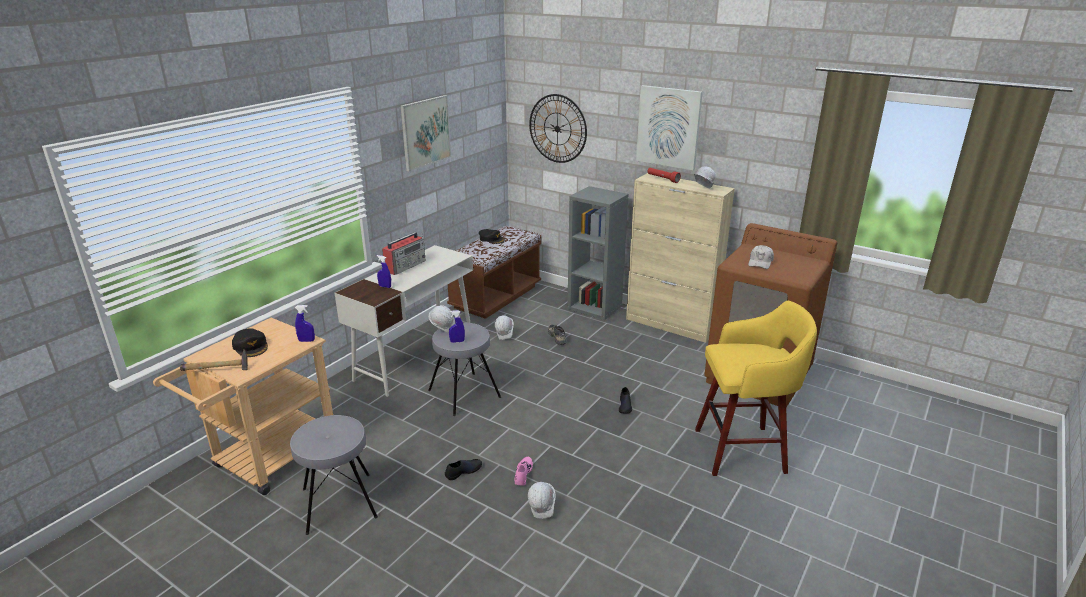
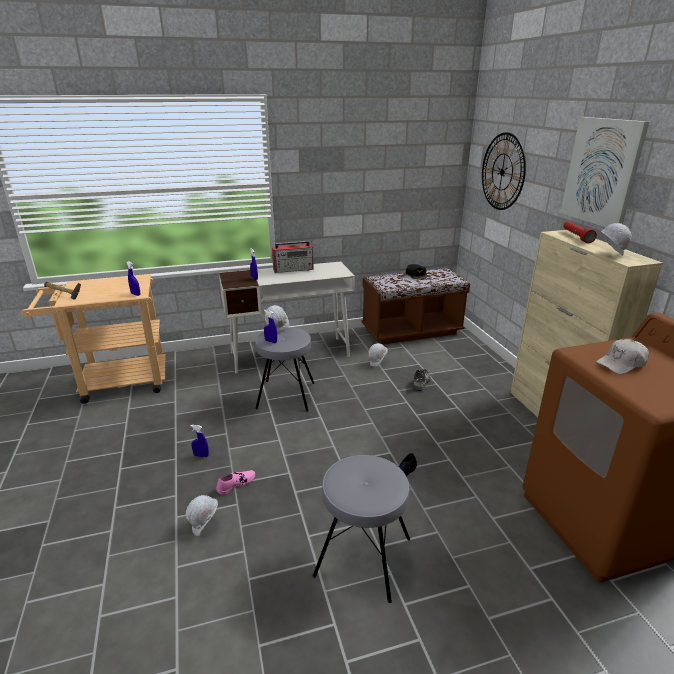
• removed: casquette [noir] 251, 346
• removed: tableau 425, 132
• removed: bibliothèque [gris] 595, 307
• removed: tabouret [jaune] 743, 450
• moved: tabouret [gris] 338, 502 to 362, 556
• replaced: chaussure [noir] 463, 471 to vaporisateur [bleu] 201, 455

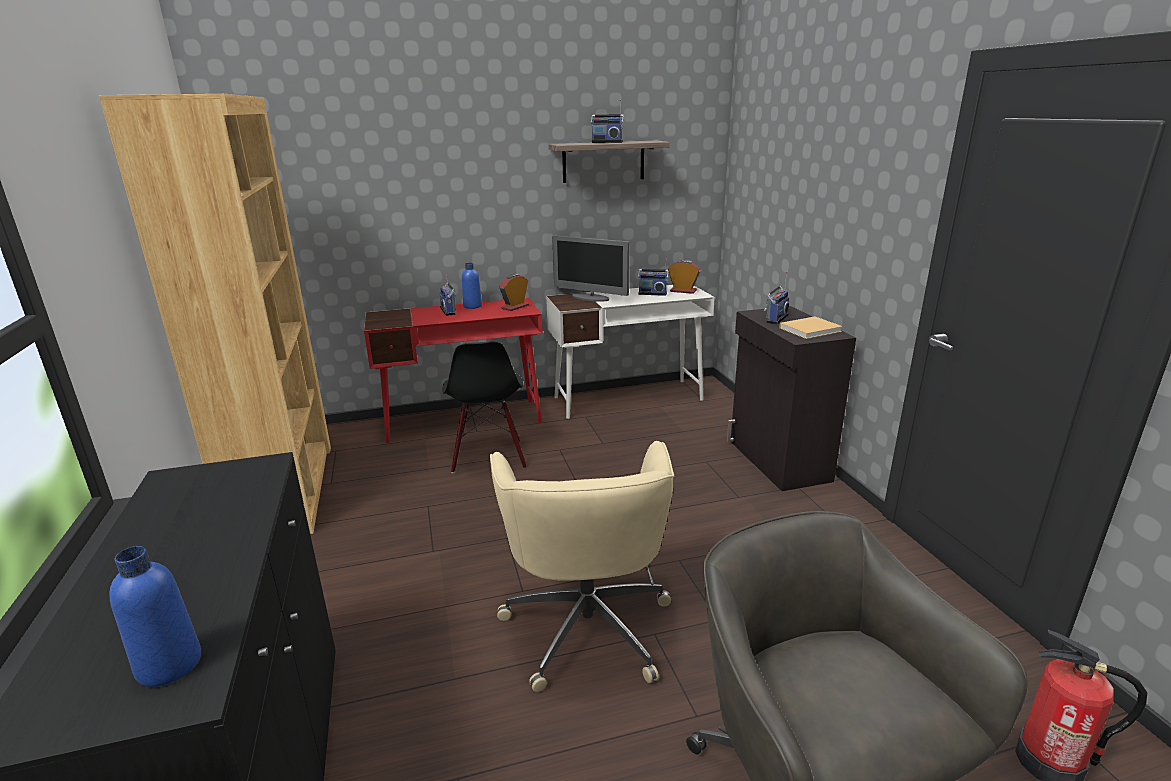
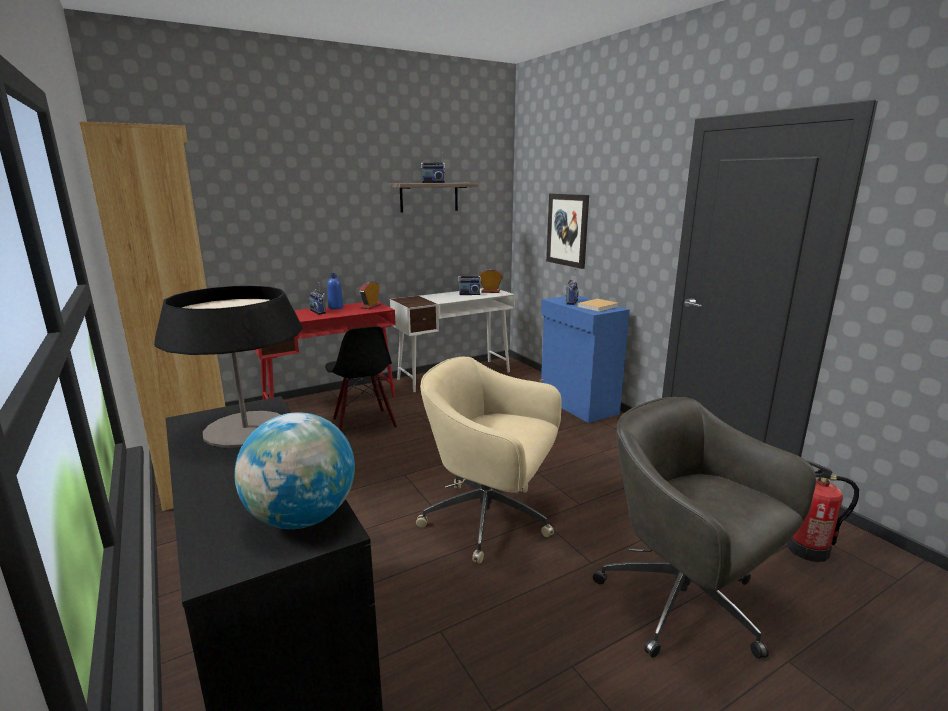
• removed: écran d'ordinateur 590, 298
• added: lampe de table 246, 429
• added: tableau 567, 230
• replaced: bouteille [bleu] 169, 665 to globe 302, 518
• recoloured: meuble de rangement [noir] 777, 461 to meuble de rangement [bleu] 577, 405
• turned: chaise de bureau [beige] 587, 623 = 490, 519 135 degrees clockwise

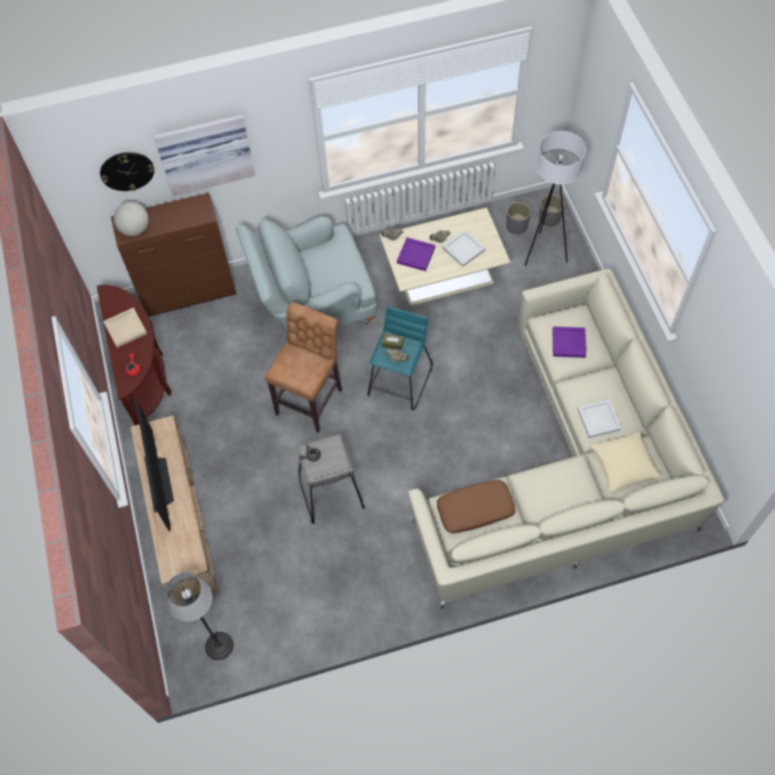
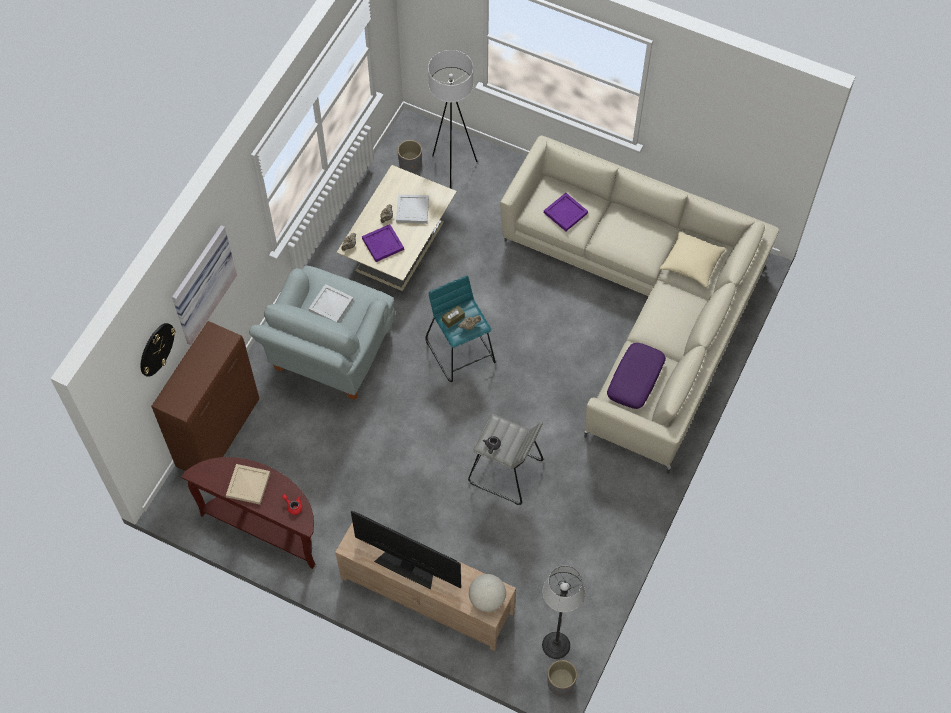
• removed: tabouret [marron] 311, 399
• moved: globe 135, 229 to 487, 599
• moved: cache-pot [gris] 549, 218 to 560, 683
• moved: plateau [blanc] 598, 419 to 330, 305
• recoloured: coussin [marron] 475, 510 to coussin [violet] 636, 380

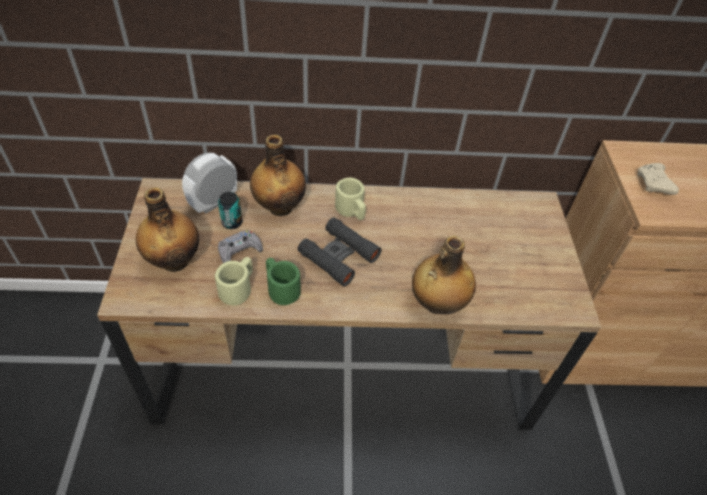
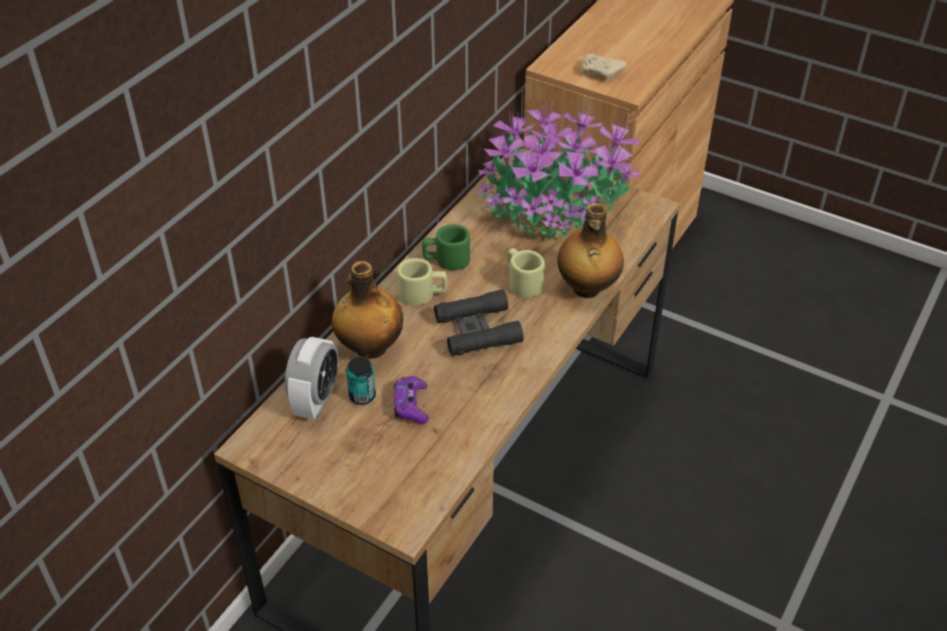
• removed: bouteille 174, 260
• added: plante en pot 554, 209
• moved: mug [beige] 238, 288 to 522, 282
• moved: mug [vert] 281, 288 to 446, 260
• recoloured: manette [gris] 239, 251 to manette [violet] 411, 405
• turned: réveil 214, 202 = 316, 400 150 degrees counterclockwise

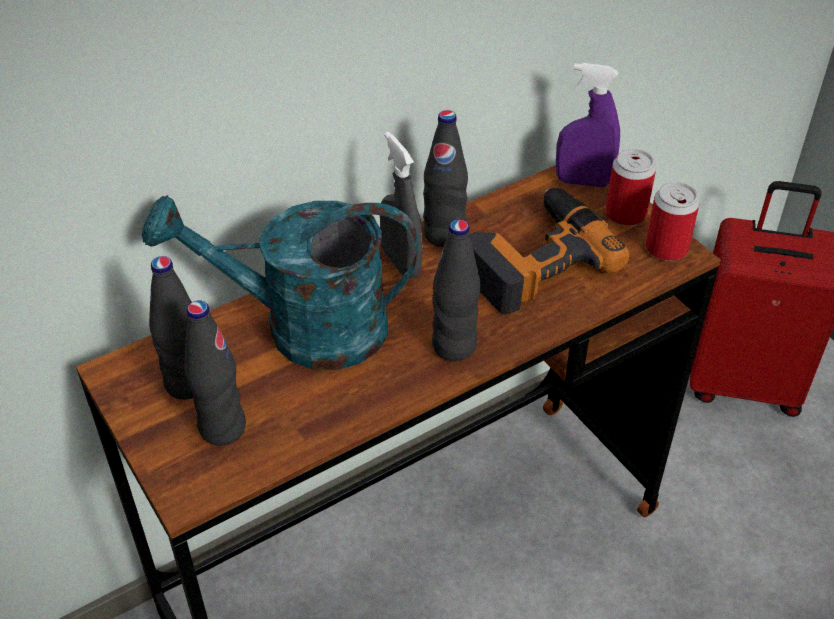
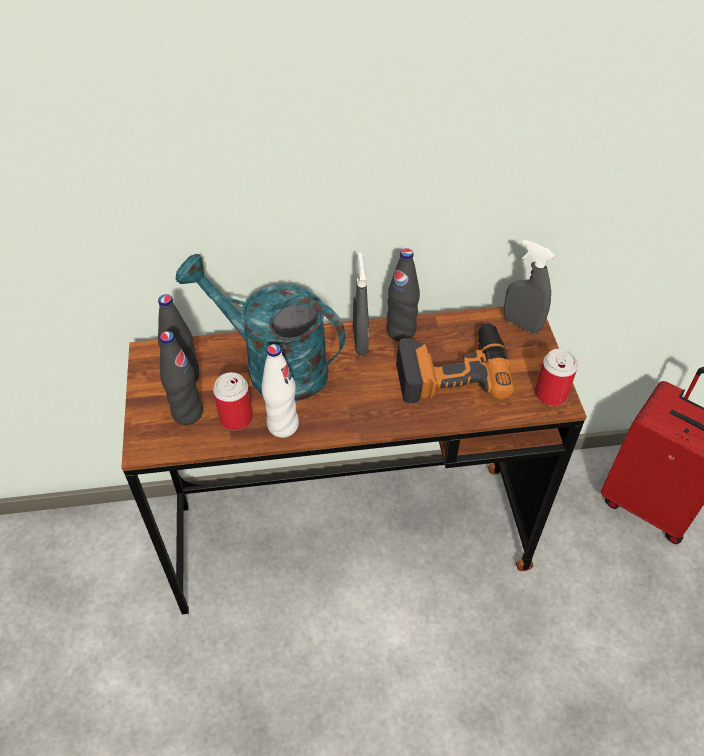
• removed: bouteille [noir] 454, 346
• added: bouteille [blanc] 283, 425
• moved: boîte métallique 625, 214 to 236, 418
• recoloured: vaporisateur [violet] 583, 182 to vaporisateur [gris] 521, 324

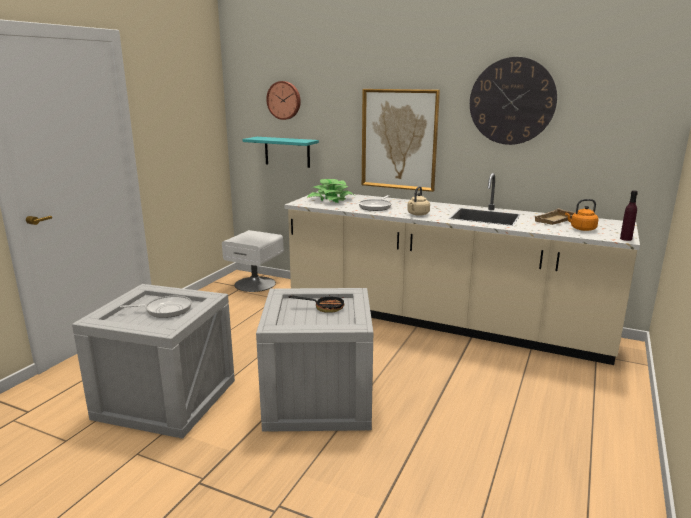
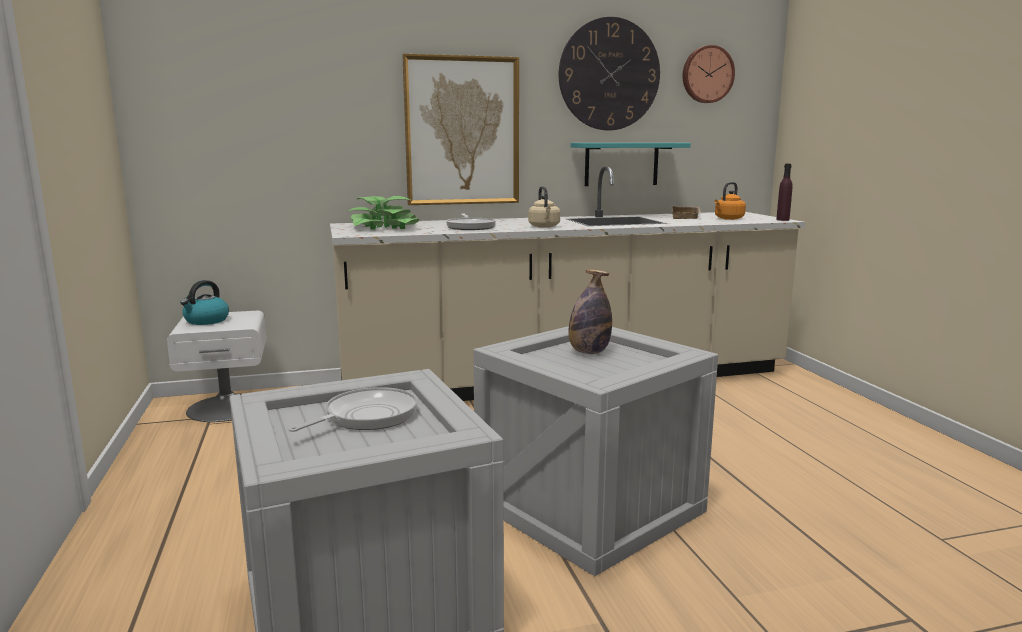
• added: bouilloire 206, 321
• moved: étagère [turquoise] 287, 152 to 621, 164
• moved: horloge murale 284, 100 to 707, 74
• replaced: poêle 324, 307 to bouteille 588, 352

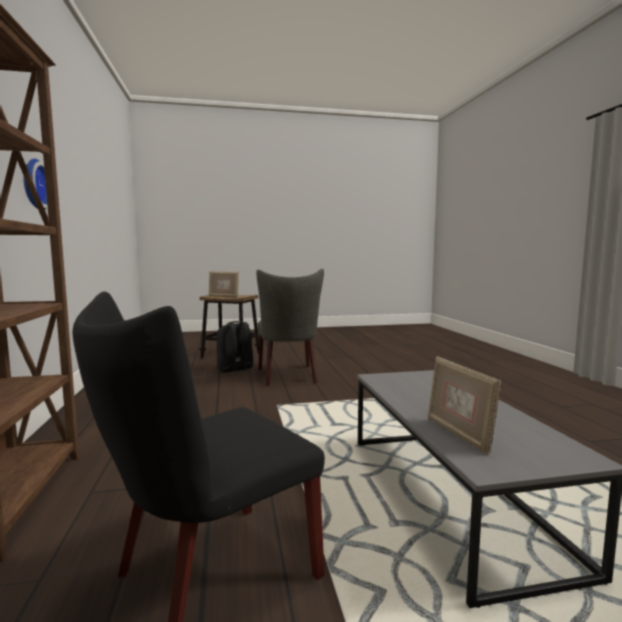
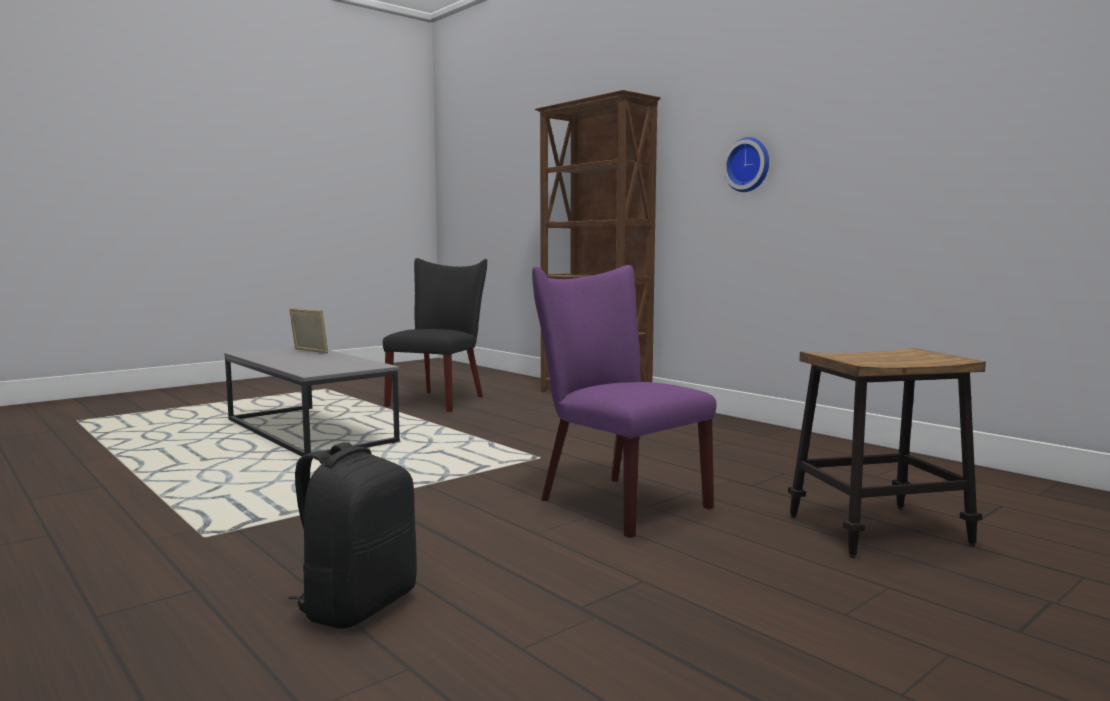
• removed: cadre photo 223, 297
• moved: sac à dos [noir] 235, 370 to 357, 605
• recoloured: chaise [gris] 288, 376 to chaise [violet] 615, 501

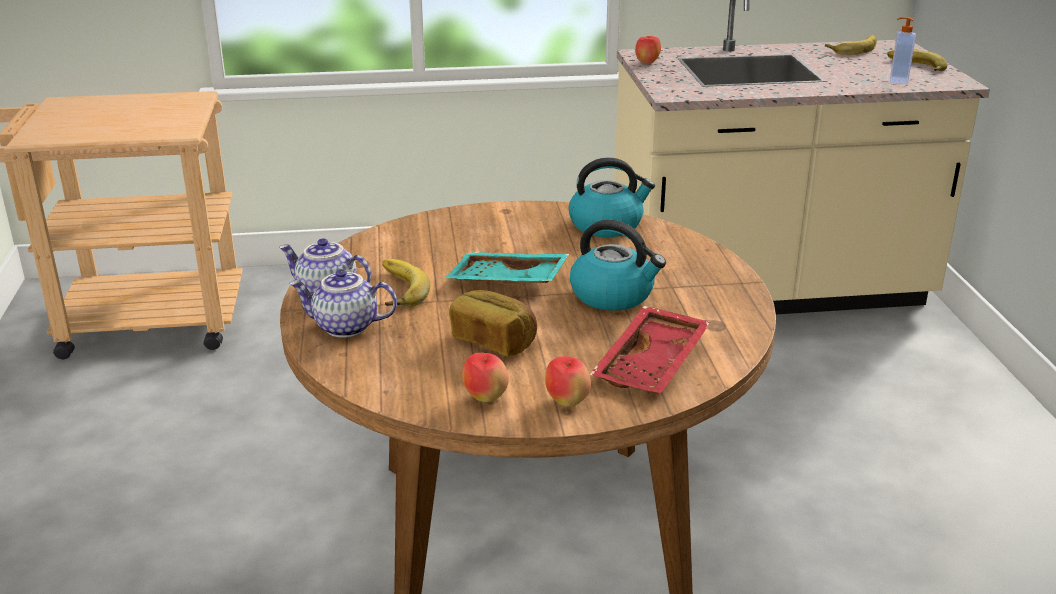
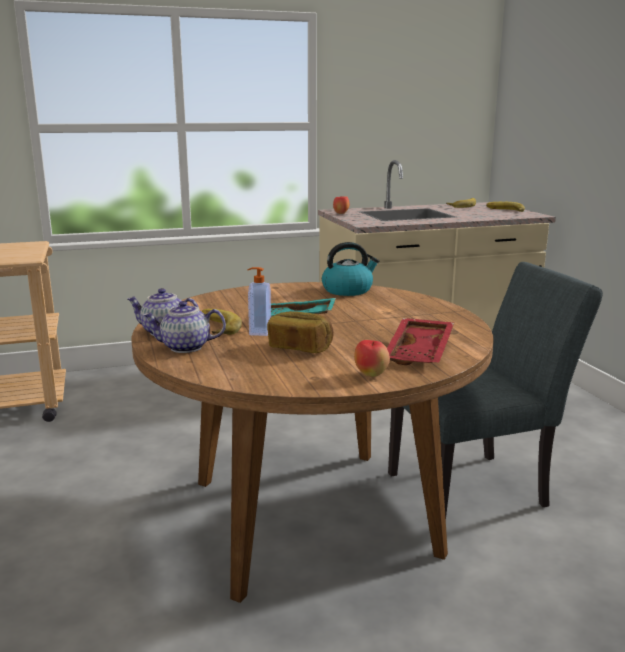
• removed: pomme 485, 398
• removed: bouilloire 613, 295
• added: chaise [gris] 477, 488
• moved: distributeur de savon 897, 80 to 259, 332

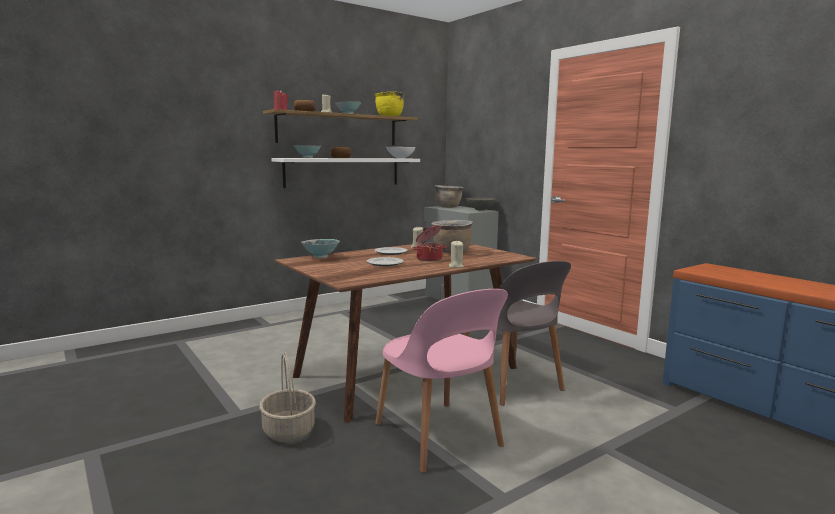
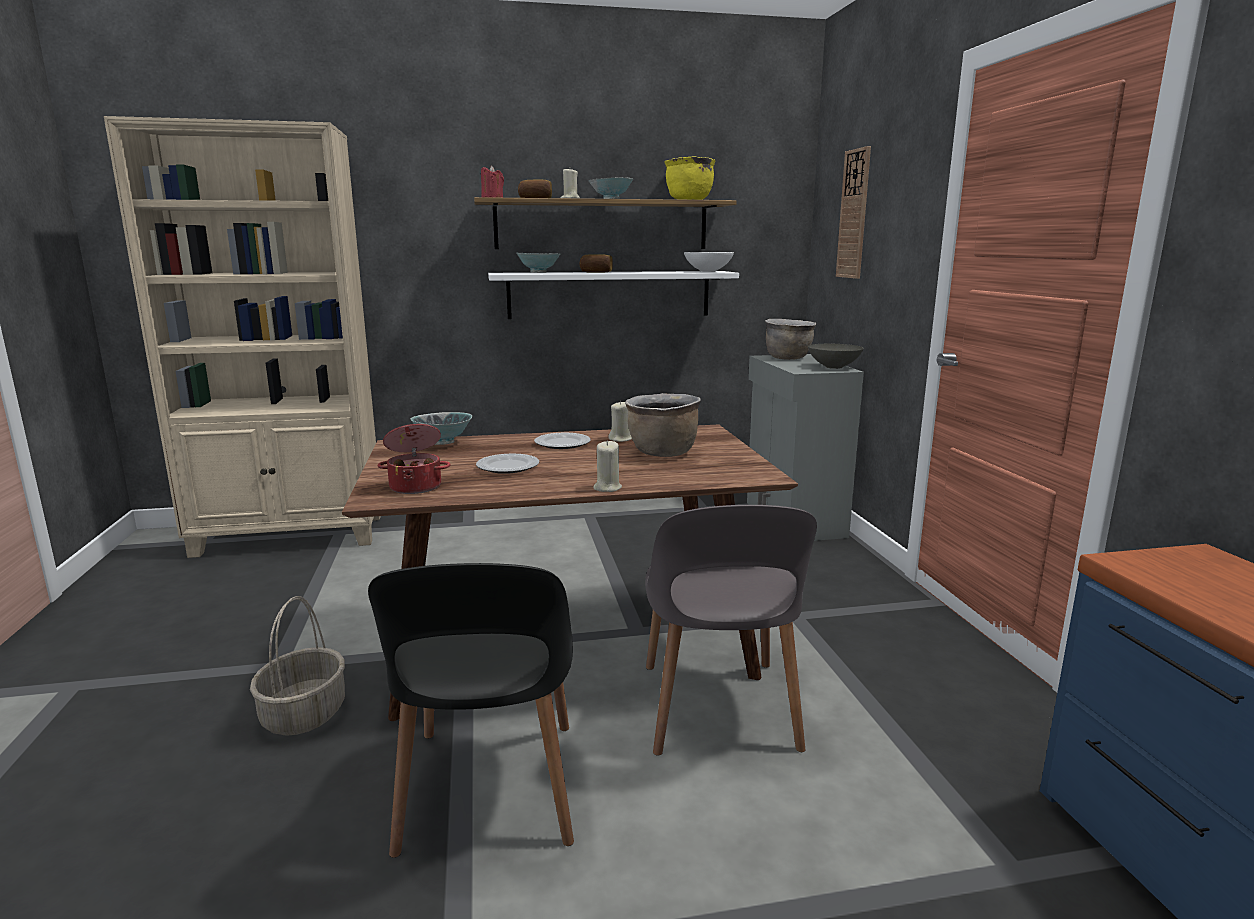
• added: bibliothèque [beige] 292, 536
• added: horloge murale 854, 214
• moved: marmite 429, 259 to 416, 486
• recoloured: chaise [rose] 438, 436 to chaise [noir] 489, 790

